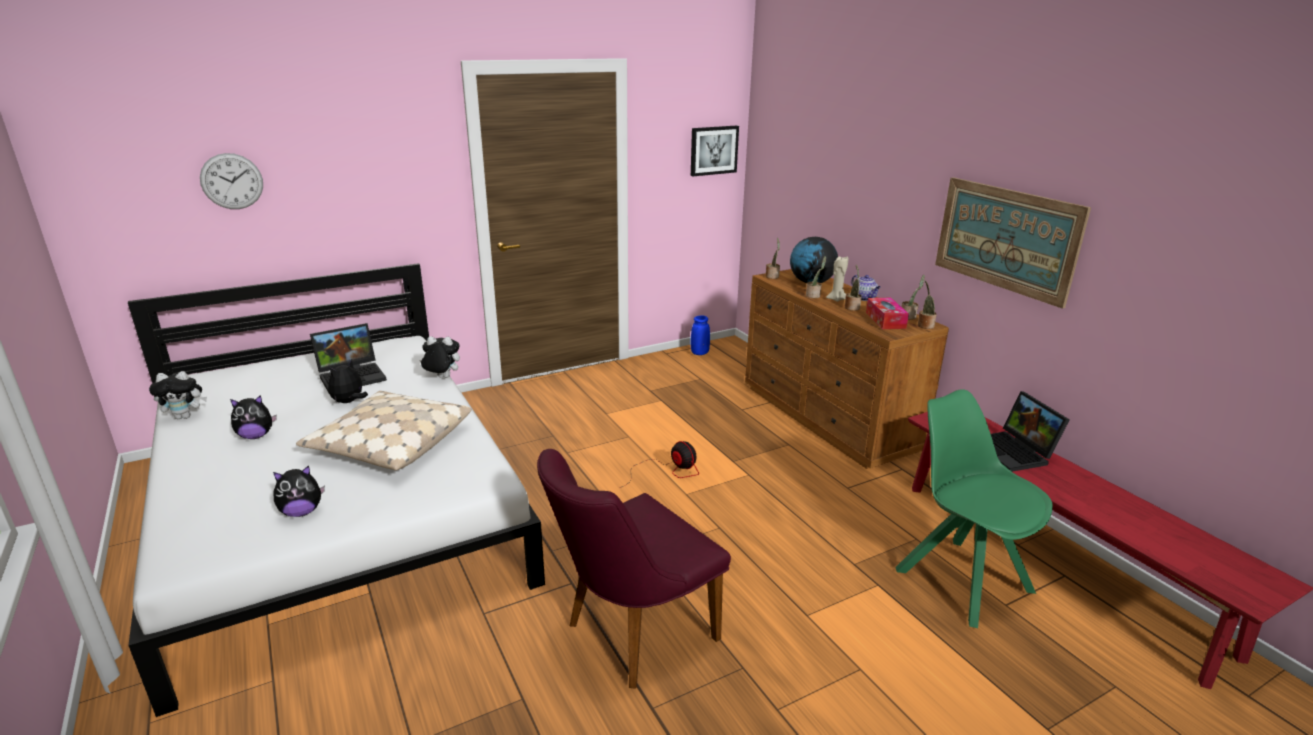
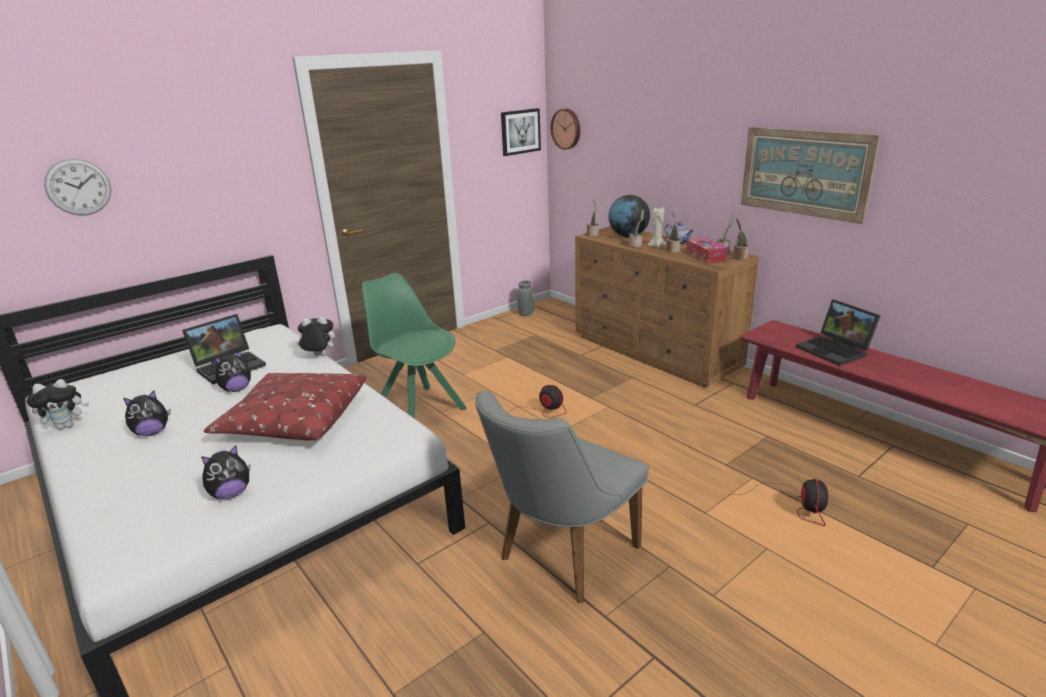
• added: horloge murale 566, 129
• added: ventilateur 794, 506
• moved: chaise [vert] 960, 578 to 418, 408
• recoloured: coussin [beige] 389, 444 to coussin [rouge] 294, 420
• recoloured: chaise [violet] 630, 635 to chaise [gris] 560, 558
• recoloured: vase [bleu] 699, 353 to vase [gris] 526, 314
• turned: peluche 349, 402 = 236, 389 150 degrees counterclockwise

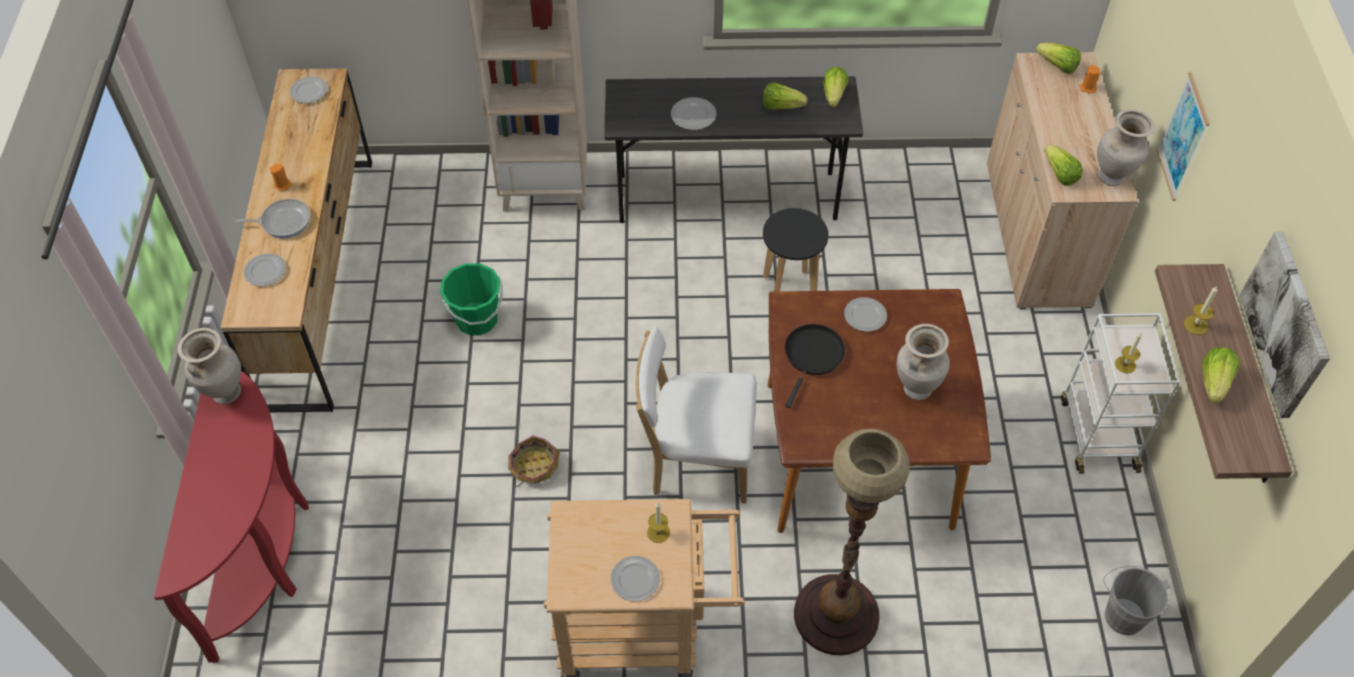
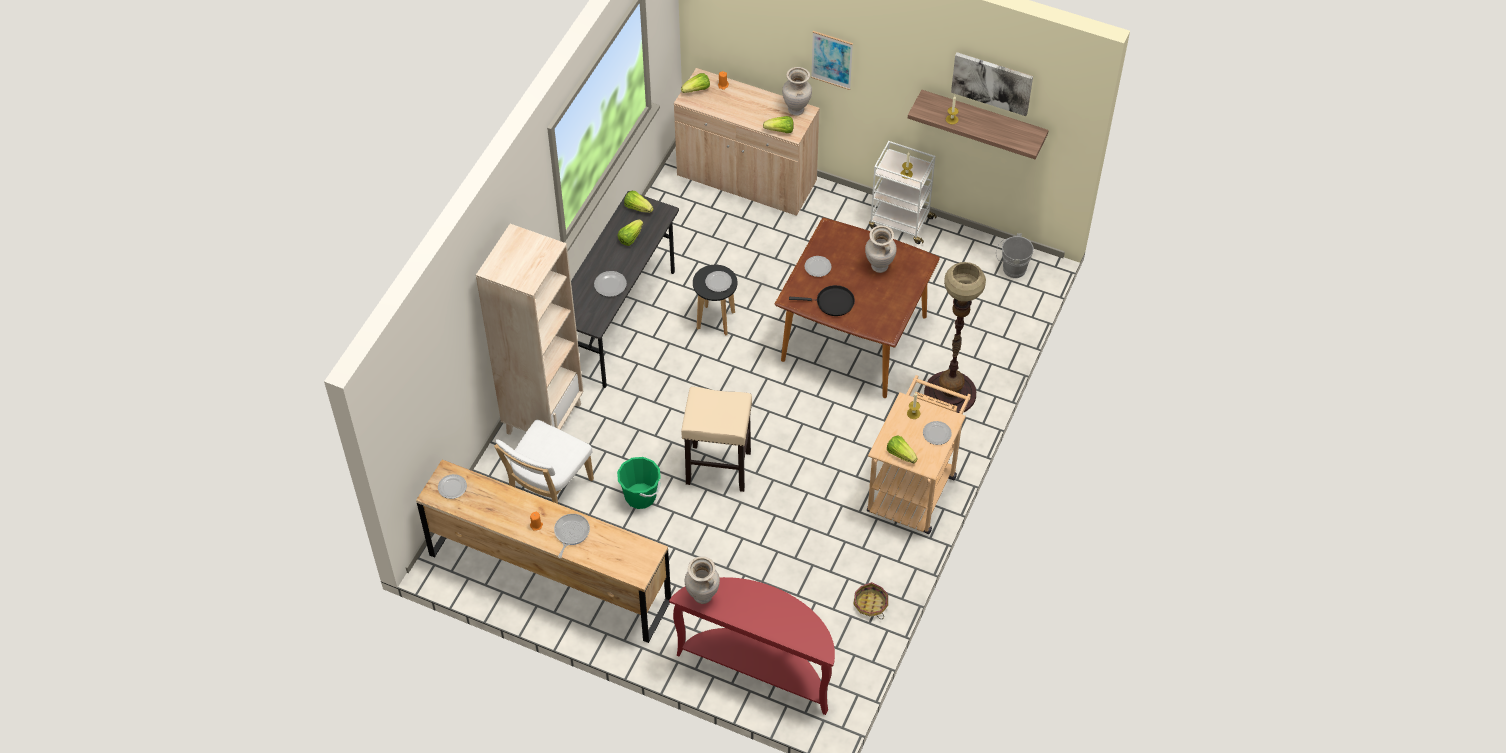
• added: tabouret [beige] 717, 468
• moved: assiette 265, 271 to 718, 282
• moved: panier 533, 467 to 870, 604
• moved: chaise [blanc] 696, 460 to 549, 492
• moved: laitue 1214, 382 to 901, 454
• turned: poêle [noir] 812, 356 = 832, 303 135 degrees clockwise

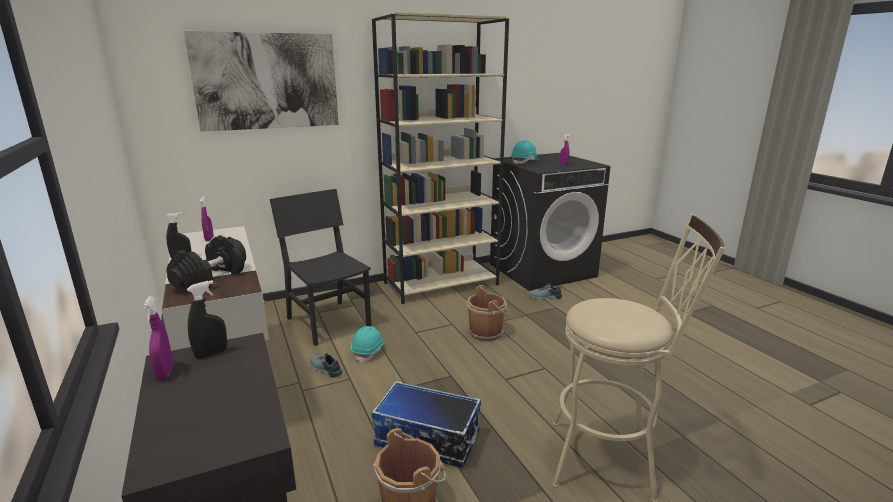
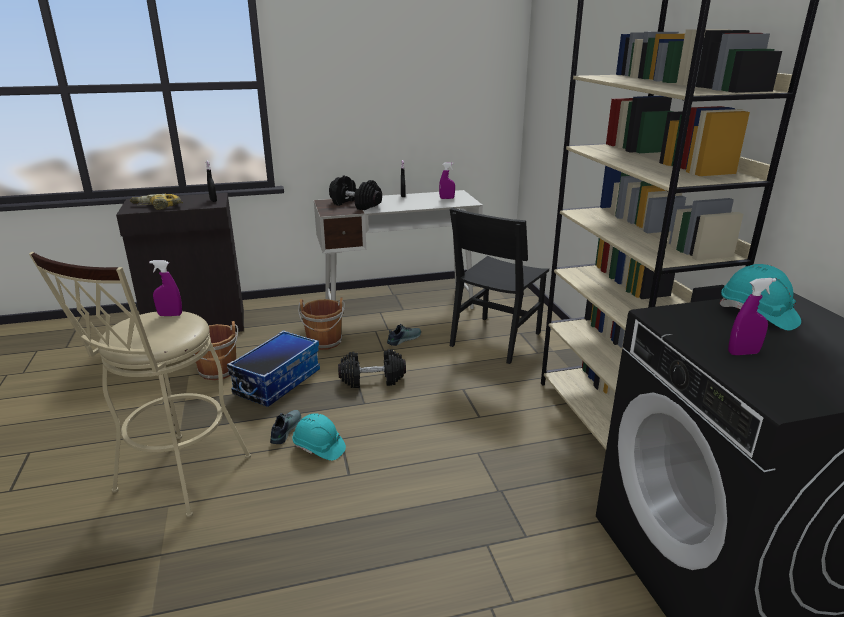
• removed: tableau 267, 81
• added: perceuse 157, 207
• added: haltère [noir] 372, 379
• moved: vaporisateur [violet] 165, 373 to 170, 315
• moved: casque de chantier [turquoise] 369, 351 to 319, 448
• moved: seau [marron] 487, 332 to 324, 342
• moved: chaussure 545, 297 to 284, 430
• turned: chaise [noir] 328, 322 = 495, 339 150 degrees clockwise

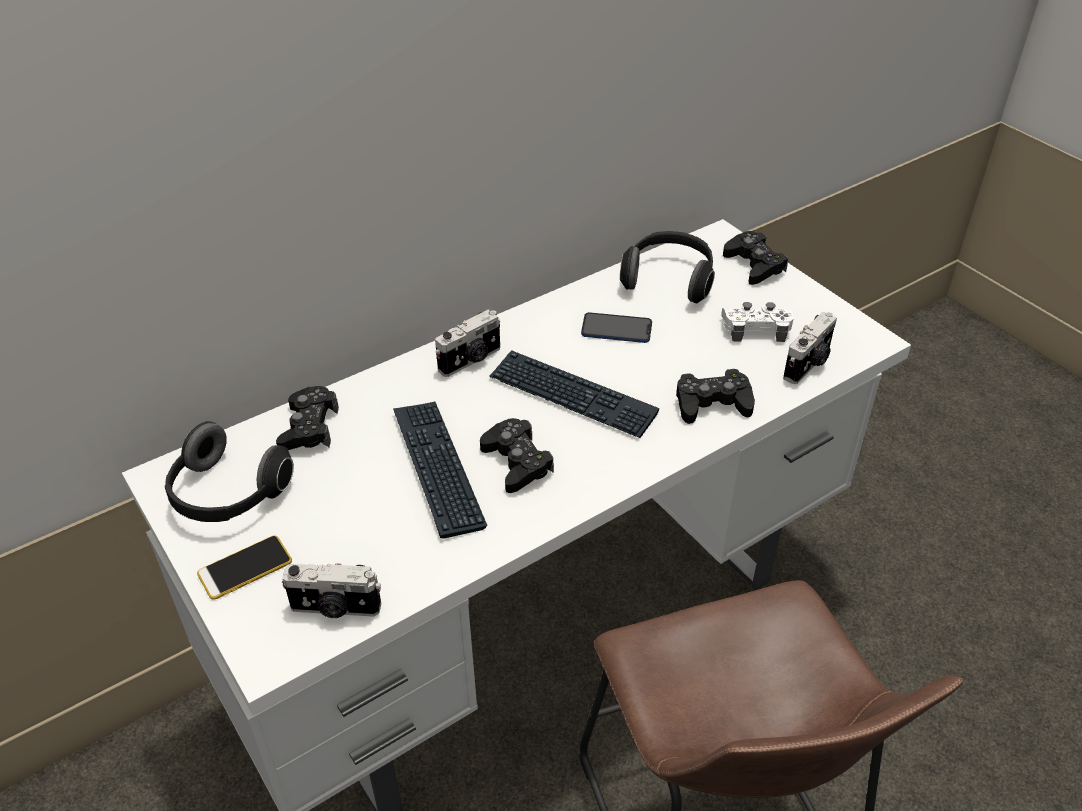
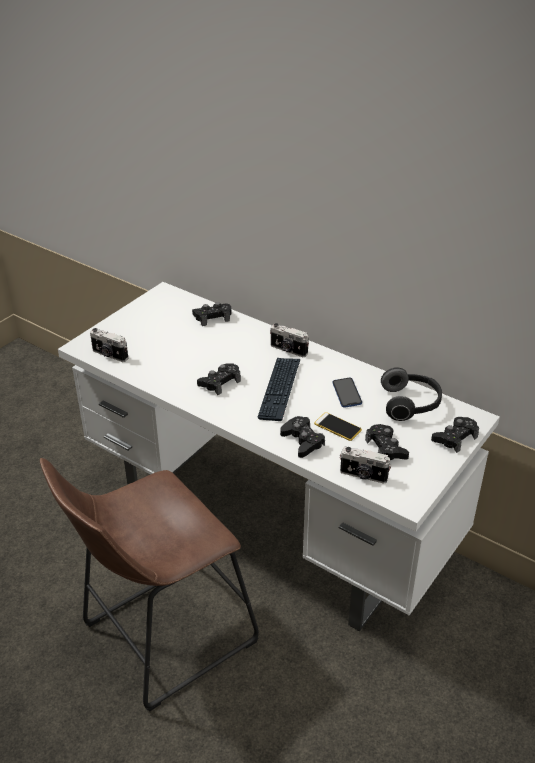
• removed: casque audio 227, 495
• removed: clavier 437, 468
• moved: téléphone 245, 568 to 337, 427
• recoloured: manette [blanc] 756, 328 to manette [noir] 386, 448
• turned: appareil photo 335, 608 = 109, 355 45 degrees counterclockwise

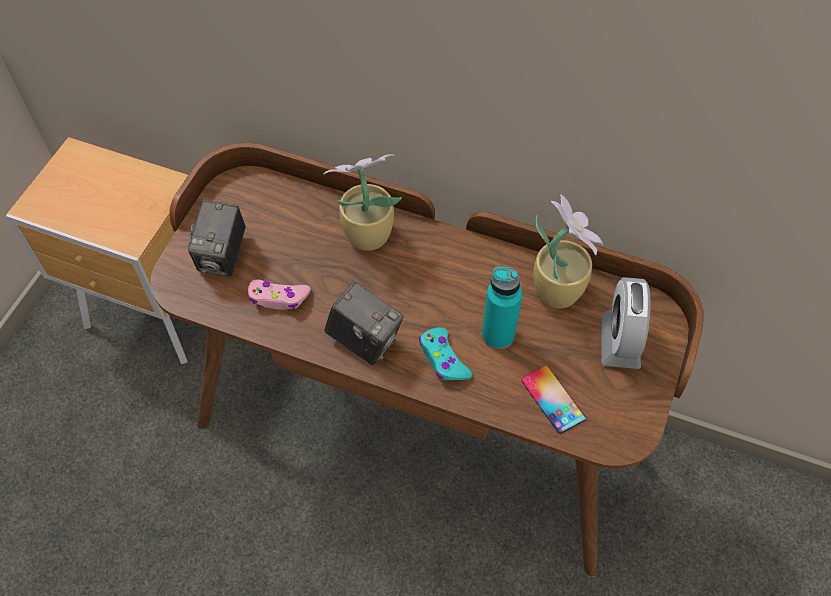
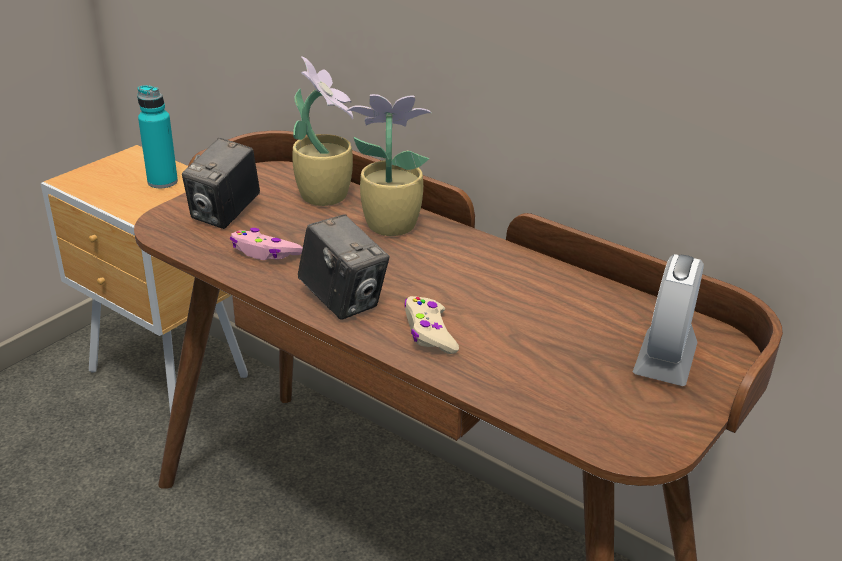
• removed: téléphone 553, 399
• moved: bouteille [turquoise] 498, 335 to 162, 182
• moved: plante en pot 557, 289 to 325, 195
• recoloured: manette [turquoise] 443, 359 to manette [beige] 429, 333

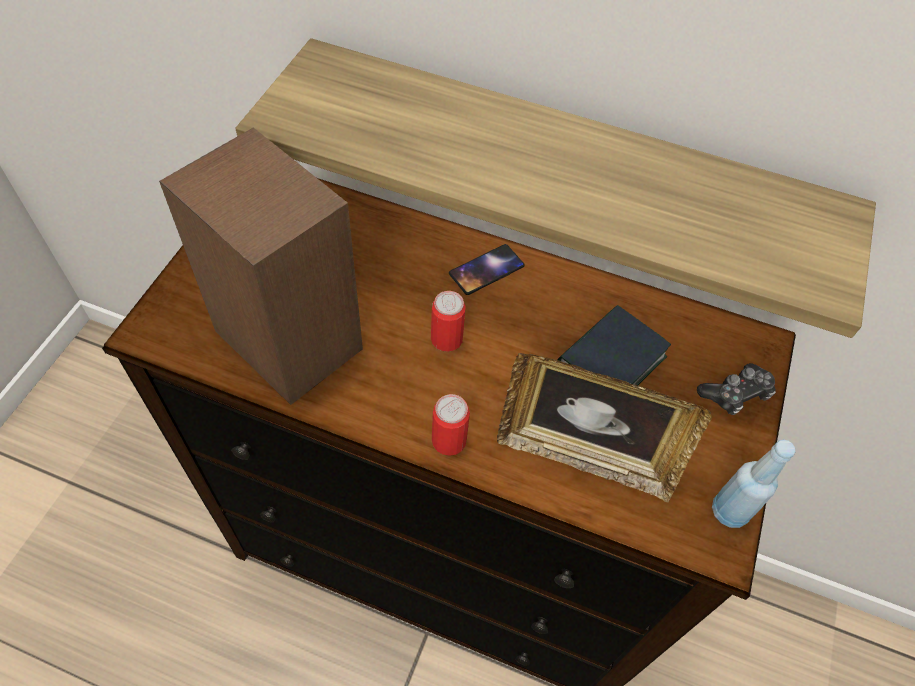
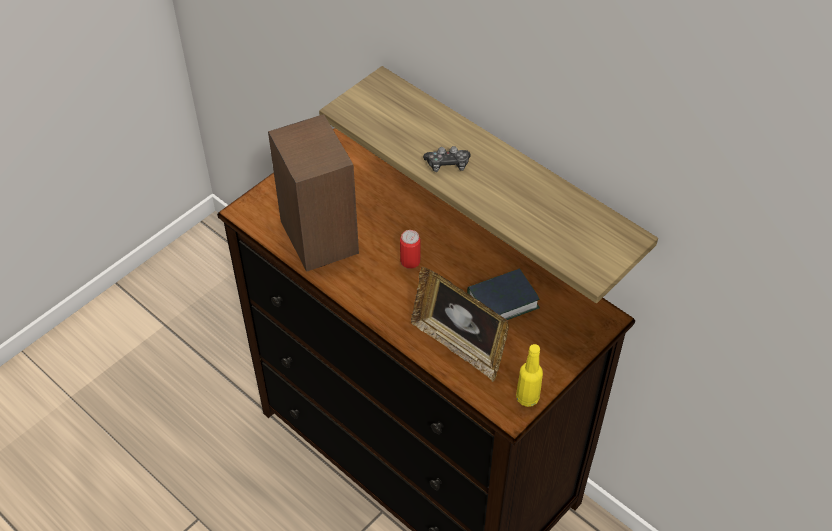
• removed: boîte métallique 449, 440
• removed: téléphone 486, 270
• moved: manette 735, 394 to 447, 164
• recoloured: bouteille [bleu] 729, 511 to bouteille [jaune] 527, 398

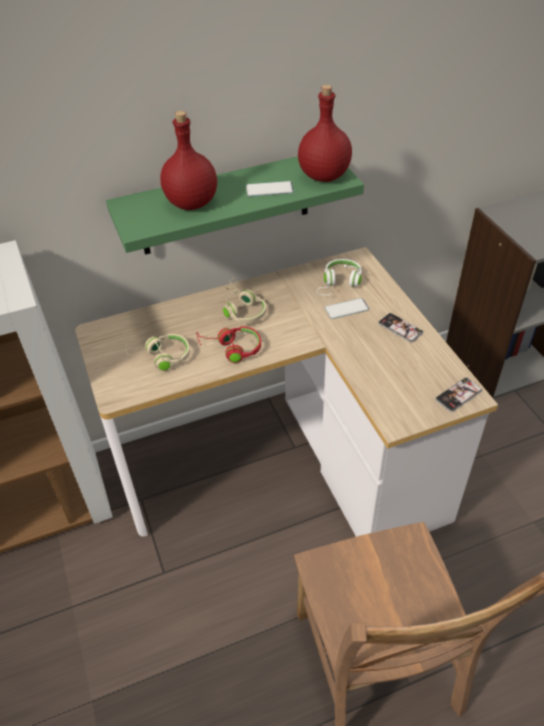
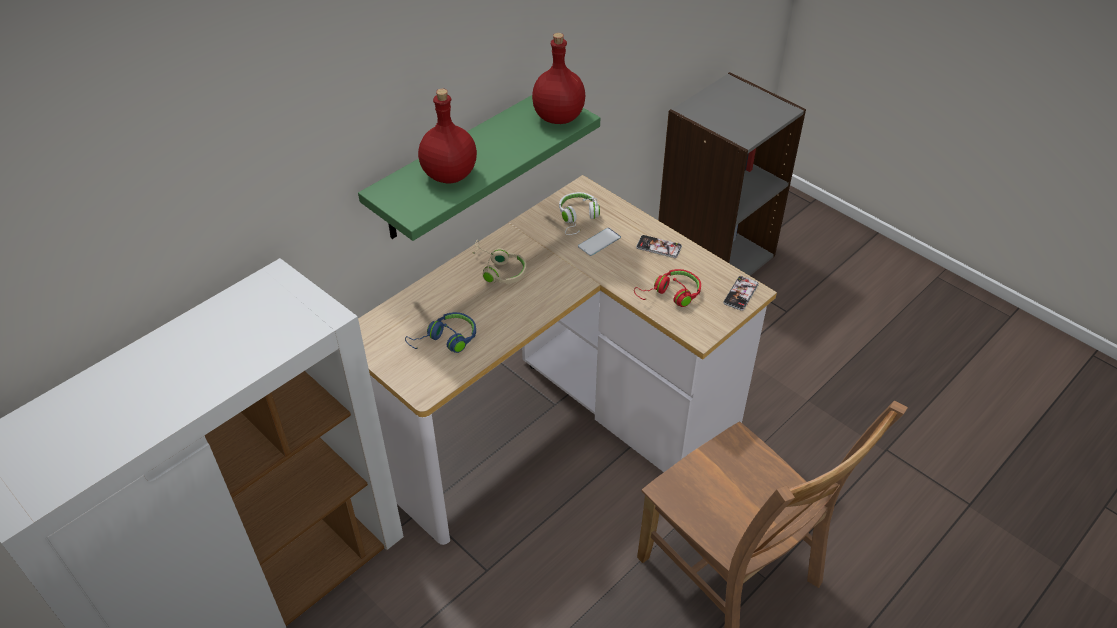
• removed: téléphone 269, 189
• moved: casque audio [rouge] 231, 349 to 670, 295
• recoloured: casque audio [beige] 160, 357 to casque audio [bleu] 445, 340

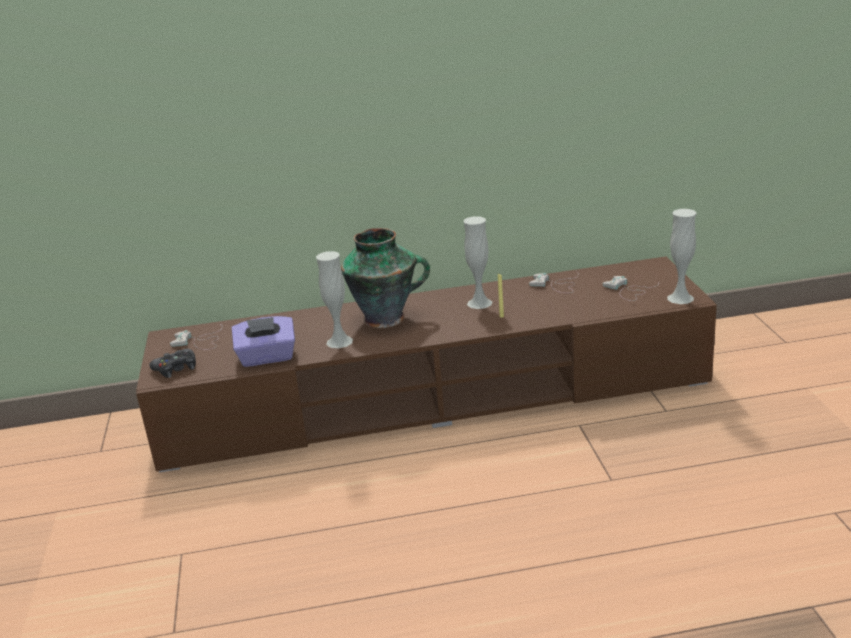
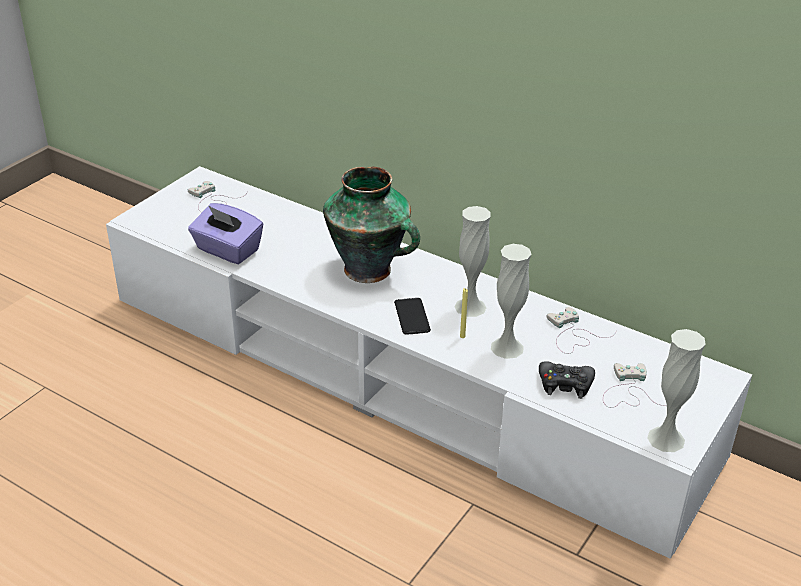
• added: téléphone 412, 317
• moved: manette [noir] 176, 368 to 565, 384
• moved: vase [blanc] 339, 341 to 507, 347
• recoloured: meuble télé [marron] 434, 397 to meuble télé [blanc] 400, 377

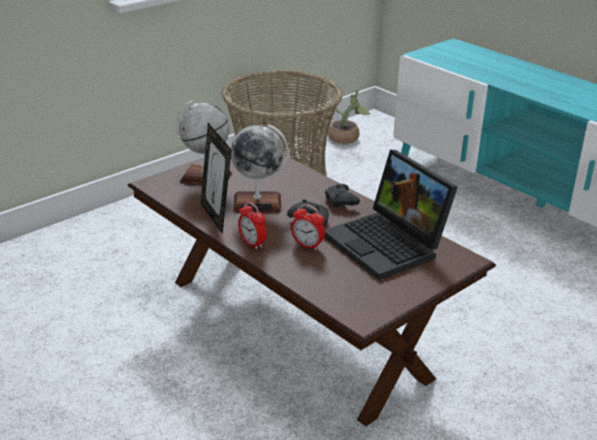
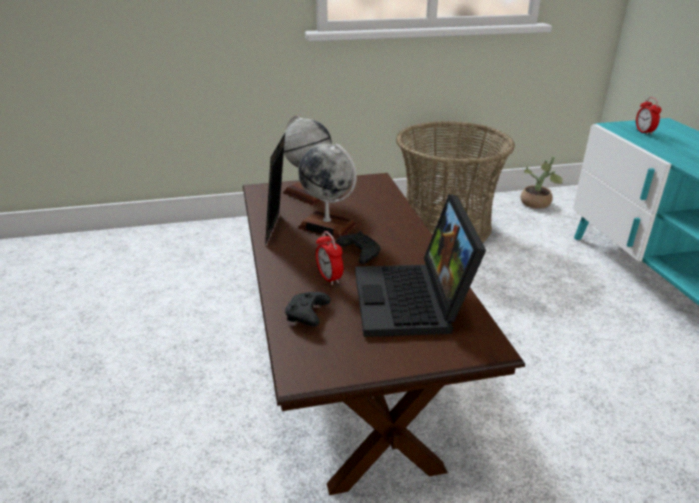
• moved: réveil 252, 244 to 644, 132
• moved: manette [noir] 341, 202 to 307, 316

